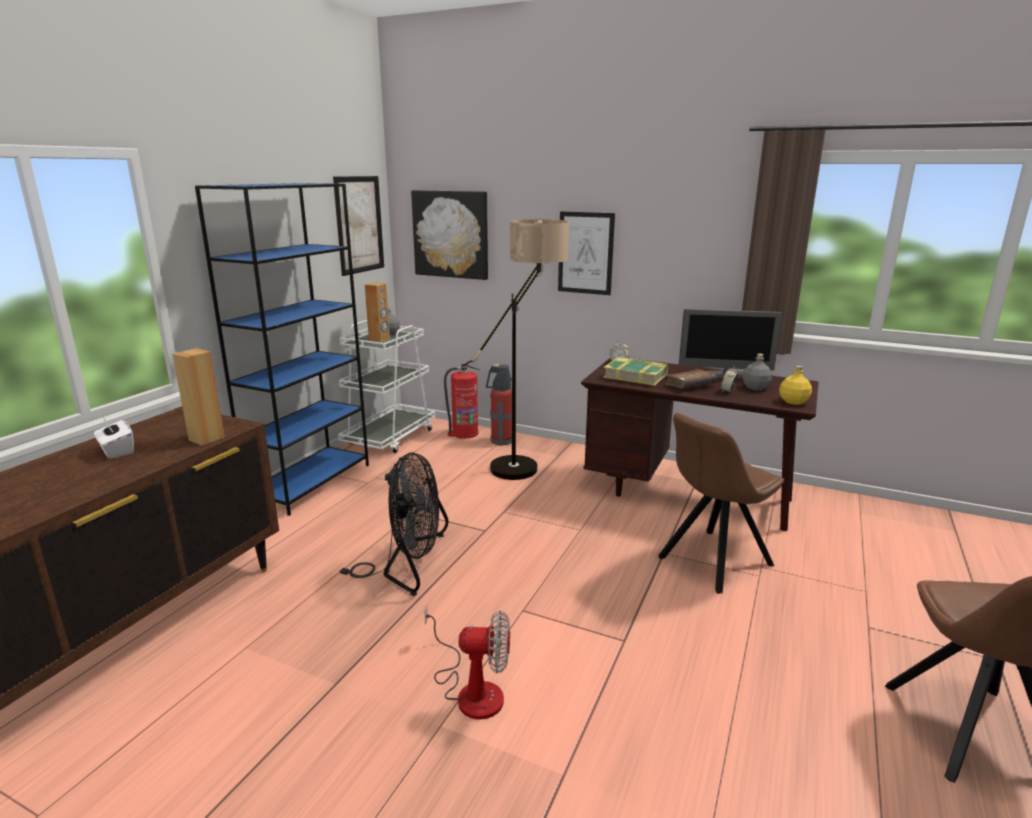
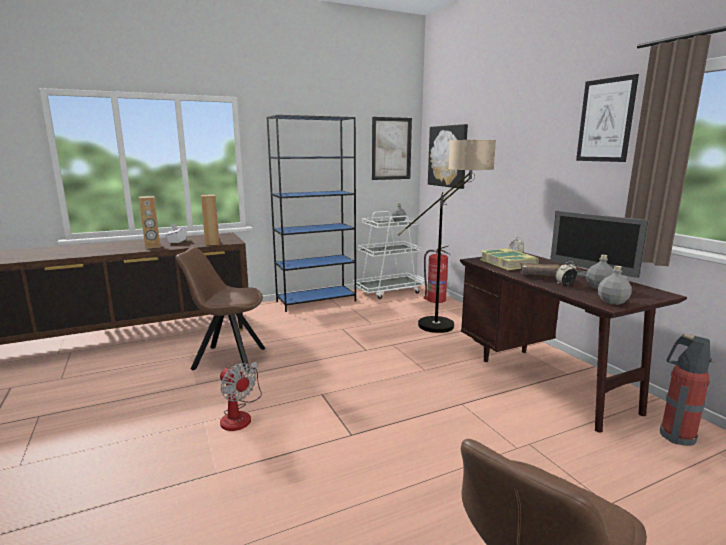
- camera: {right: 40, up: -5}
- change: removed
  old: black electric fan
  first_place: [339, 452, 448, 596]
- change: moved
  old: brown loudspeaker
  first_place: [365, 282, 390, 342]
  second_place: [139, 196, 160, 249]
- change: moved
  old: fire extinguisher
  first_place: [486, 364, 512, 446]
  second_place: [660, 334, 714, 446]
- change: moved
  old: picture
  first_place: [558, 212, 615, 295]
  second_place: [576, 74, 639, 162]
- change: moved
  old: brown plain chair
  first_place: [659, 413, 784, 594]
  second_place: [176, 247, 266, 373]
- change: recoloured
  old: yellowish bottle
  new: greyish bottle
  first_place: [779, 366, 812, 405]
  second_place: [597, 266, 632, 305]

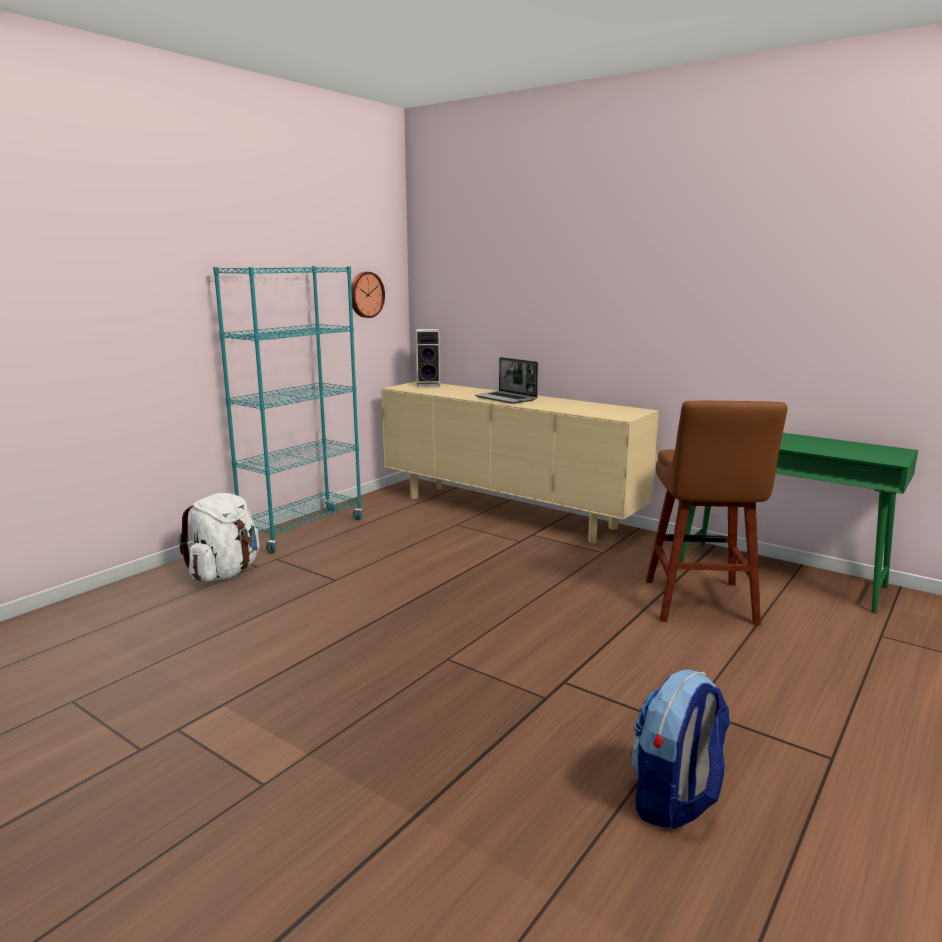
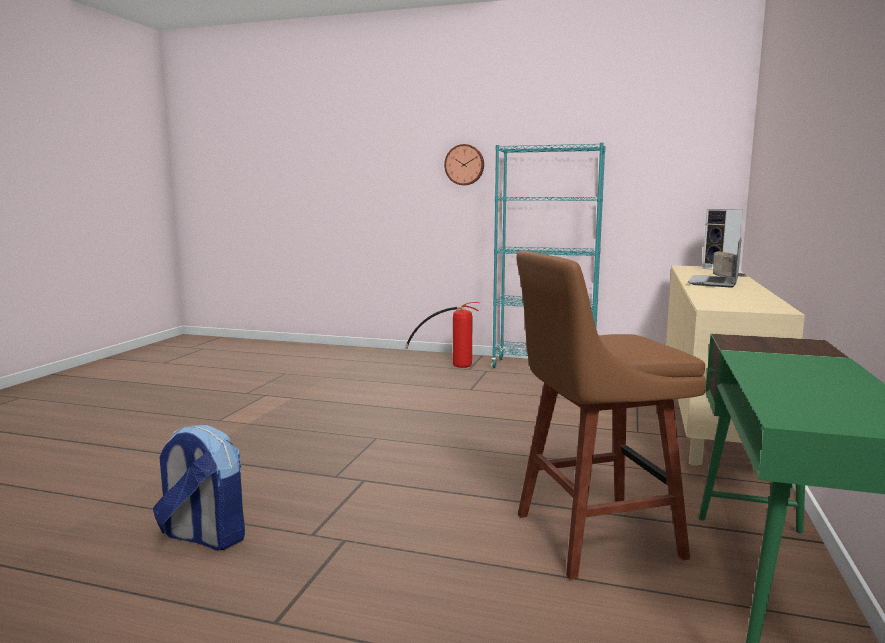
- camera: {right: 70, up: -5}
- change: replaced
  old: white-coloured rucksack
  new: fire extinguisher
  first_place: [179, 493, 260, 581]
  second_place: [405, 302, 479, 368]
- change: moved
  old: hanging clock
  first_place: [351, 272, 385, 318]
  second_place: [444, 144, 484, 185]
- change: added
  new: radio receiver
  second_place: [713, 251, 748, 277]

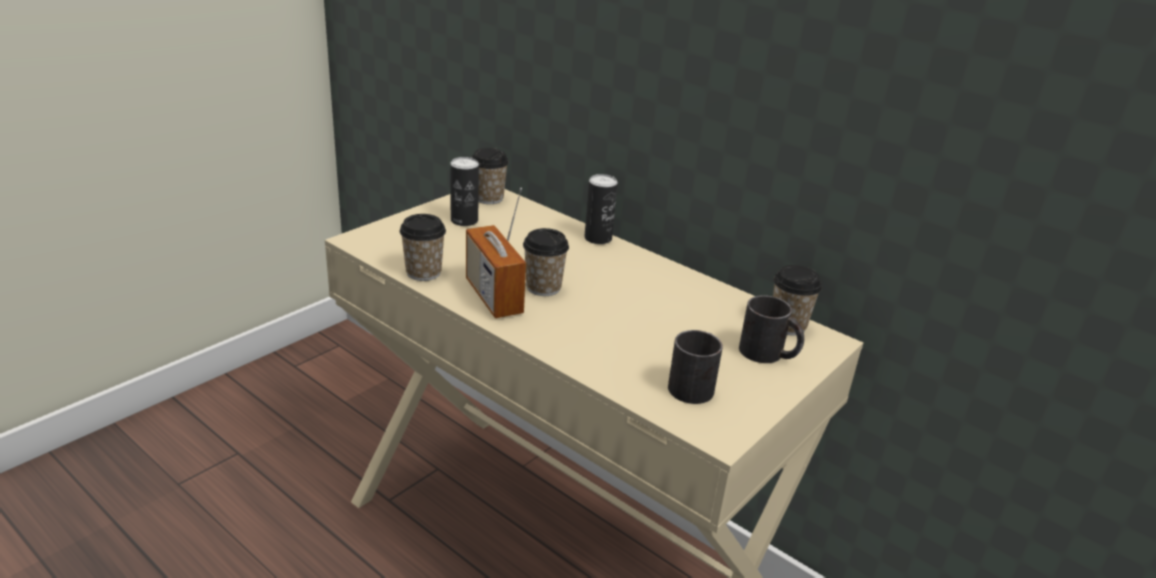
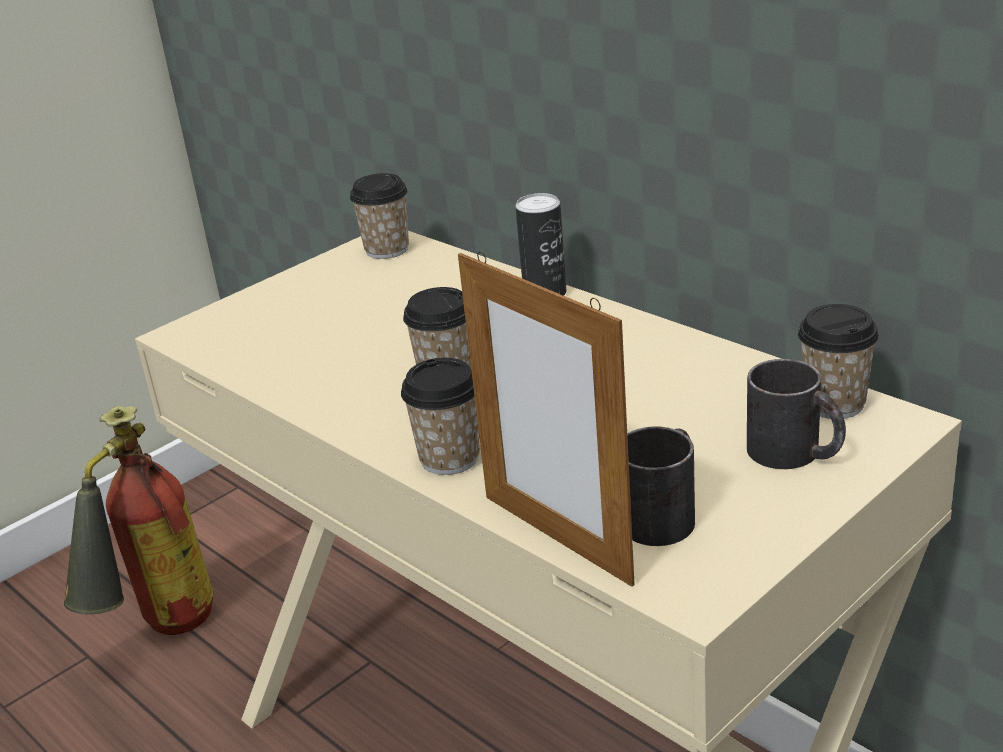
- camera: {right: 10, up: 0}
- change: moved
  old: small cup
  first_place: [400, 214, 446, 281]
  second_place: [401, 358, 480, 475]
- change: removed
  old: can
  first_place: [450, 157, 479, 226]
- change: removed
  old: radio receiver
  first_place: [466, 188, 526, 318]
- change: added
  new: fire extinguisher
  second_place: [64, 406, 213, 635]
- change: added
  new: standing frame
  second_place: [458, 251, 635, 587]

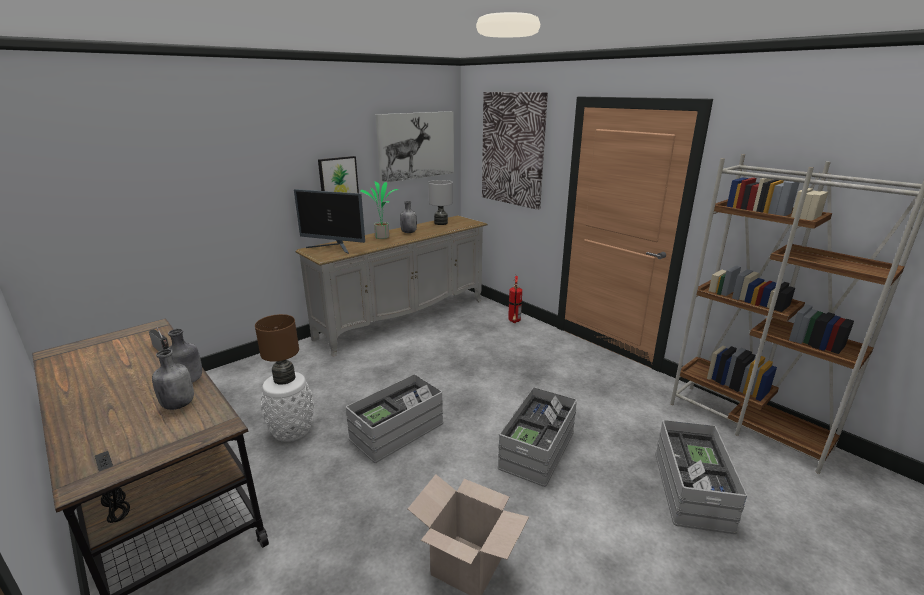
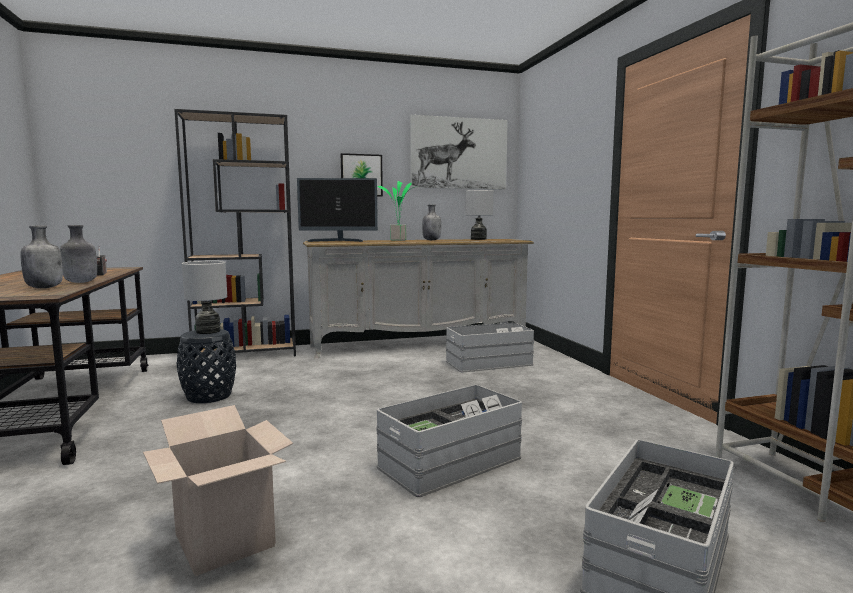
- camera: {right: 25, up: -15}
- change: recoloured
  old: brown lamp for a table
  new: greyish lamp for a table
  first_place: [255, 314, 299, 385]
  second_place: [182, 261, 227, 334]
- change: recoloured
  old: white-coloured stool
  new: black stool
  first_place: [261, 372, 314, 442]
  second_place: [177, 329, 236, 403]
- change: turned
  old: computer display
  first_place: [294, 189, 365, 254]
  second_place: [297, 178, 378, 242]
  degrees: -45
- change: moved
  old: greyish storage container
  first_place: [346, 374, 443, 463]
  second_place: [446, 322, 534, 373]
- change: removed
  old: picture
  first_place: [482, 92, 548, 210]
- change: removed
  old: fire extinguisher
  first_place: [508, 276, 522, 323]
- change: added
  new: bookshelf
  second_place: [174, 109, 296, 356]

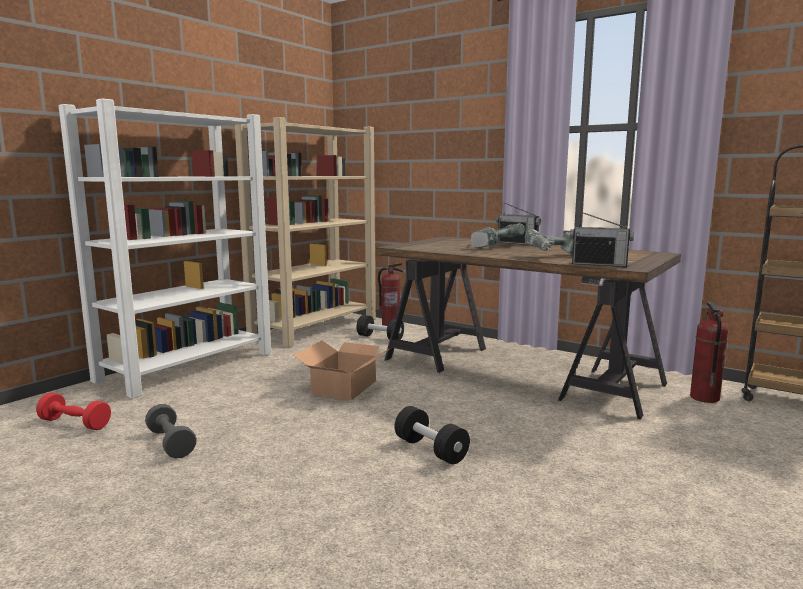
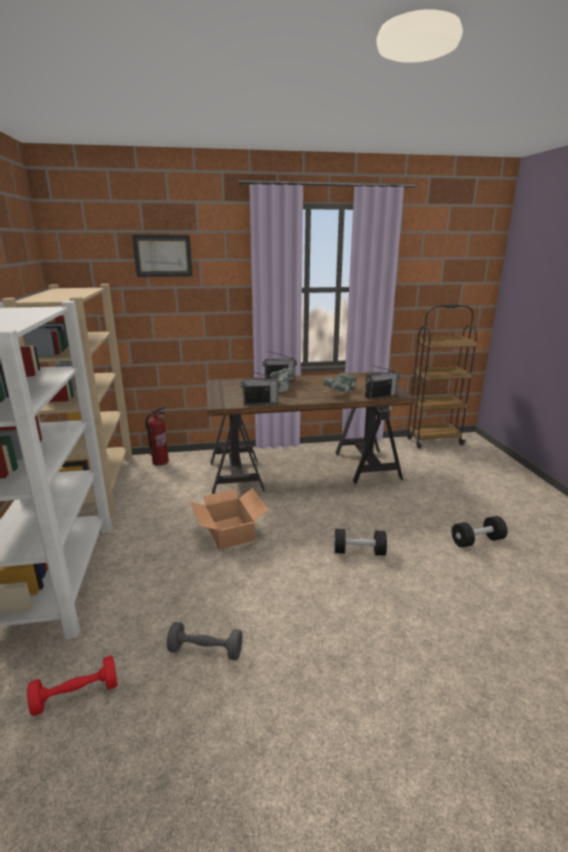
- camera: {right: -45, up: 10}
- change: moved
  old: black free weight
  first_place: [357, 315, 404, 340]
  second_place: [452, 516, 508, 548]
- change: removed
  old: fire extinguisher
  first_place: [690, 302, 728, 403]
- change: added
  new: picture
  second_place: [132, 235, 193, 277]
- change: added
  new: radio receiver
  second_place: [240, 370, 281, 405]

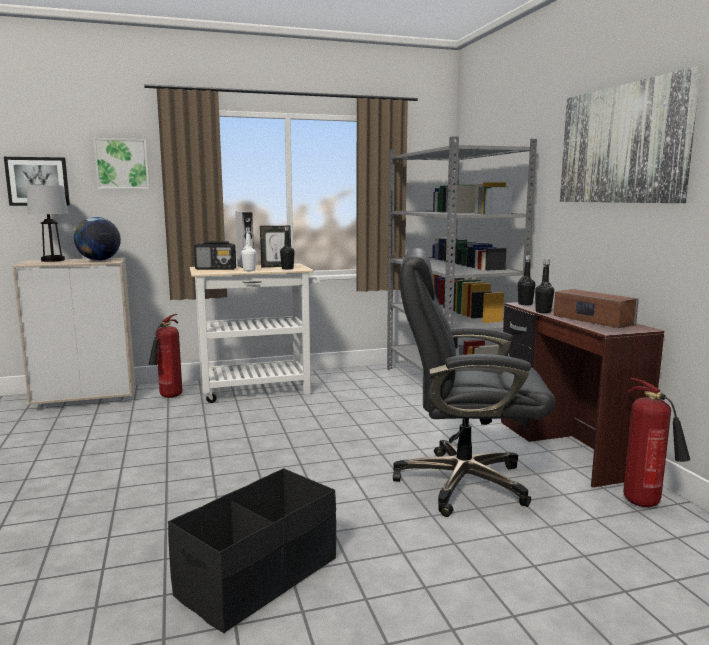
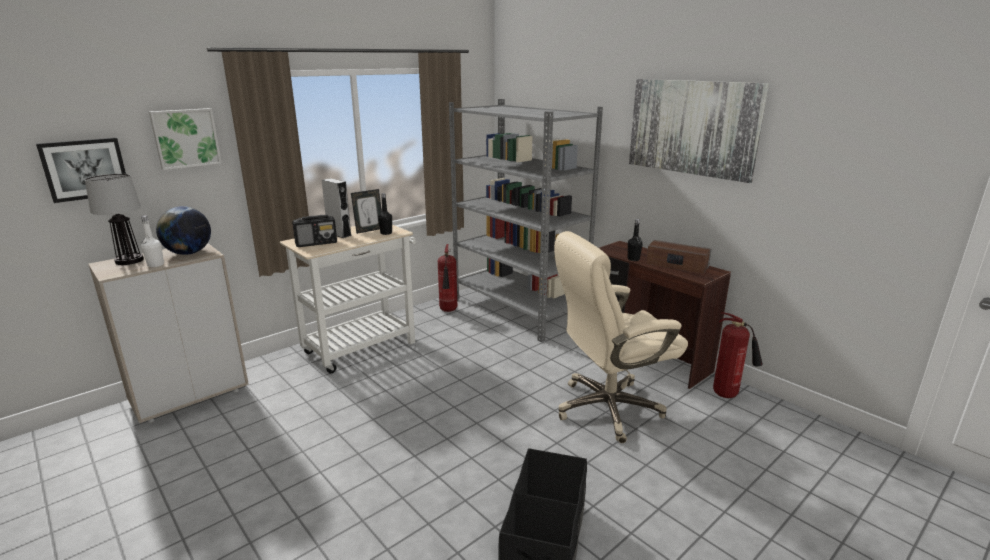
- camera: {right: -25, up: 10}
- change: moved
  old: fire extinguisher
  first_place: [148, 314, 182, 398]
  second_place: [438, 244, 457, 312]
- change: moved
  old: white-coloured bottle
  first_place: [241, 227, 256, 271]
  second_place: [141, 216, 164, 267]
- change: recoloured
  old: black computer chair
  new: beige-coloured computer chair
  first_place: [393, 248, 556, 517]
  second_place: [554, 231, 688, 443]
- change: removed
  old: black bottle
  first_place: [518, 255, 535, 305]

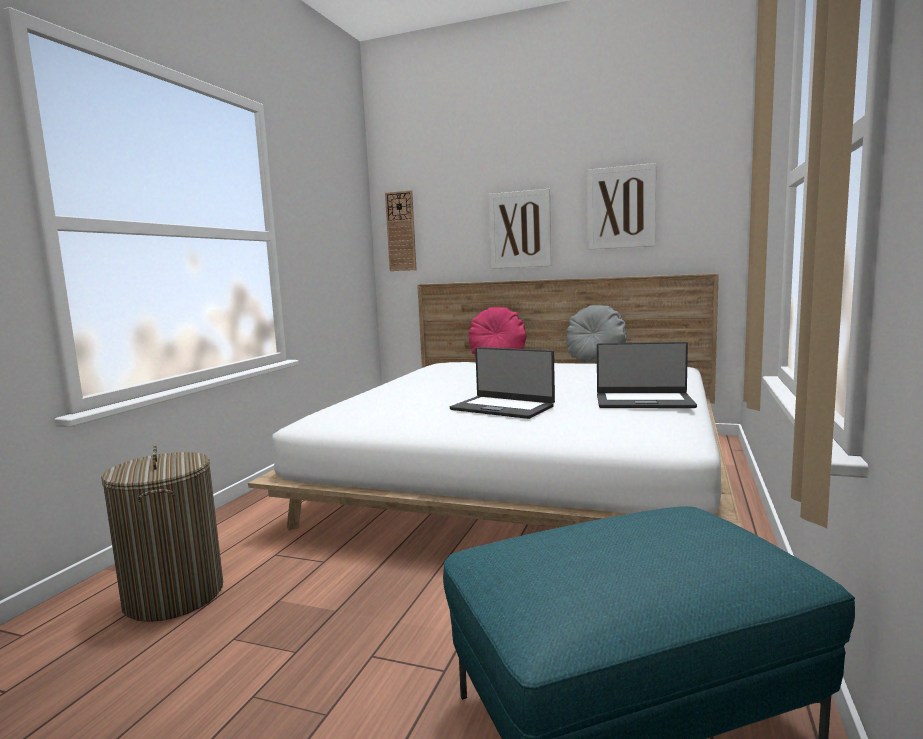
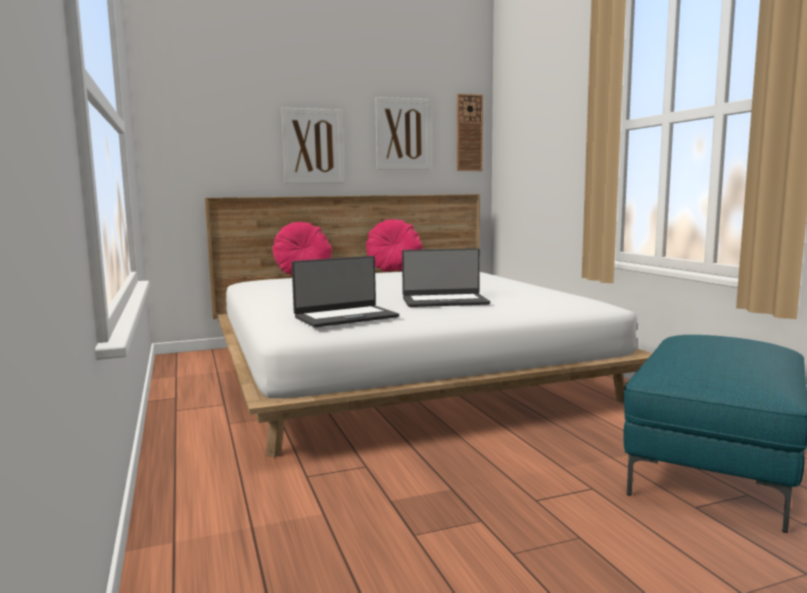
- camera: {right: -40, up: 0}
- change: removed
  old: hamper
  first_place: [101, 445, 223, 622]
- change: moved
  old: hanging clock
  first_place: [385, 190, 417, 271]
  second_place: [457, 94, 483, 171]
- change: recoloured
  old: greyish cushion
  new: pink cushion
  first_place: [566, 305, 627, 362]
  second_place: [366, 219, 422, 272]
- change: moved
  old: portable computer
  first_place: [597, 342, 697, 408]
  second_place: [292, 256, 399, 327]

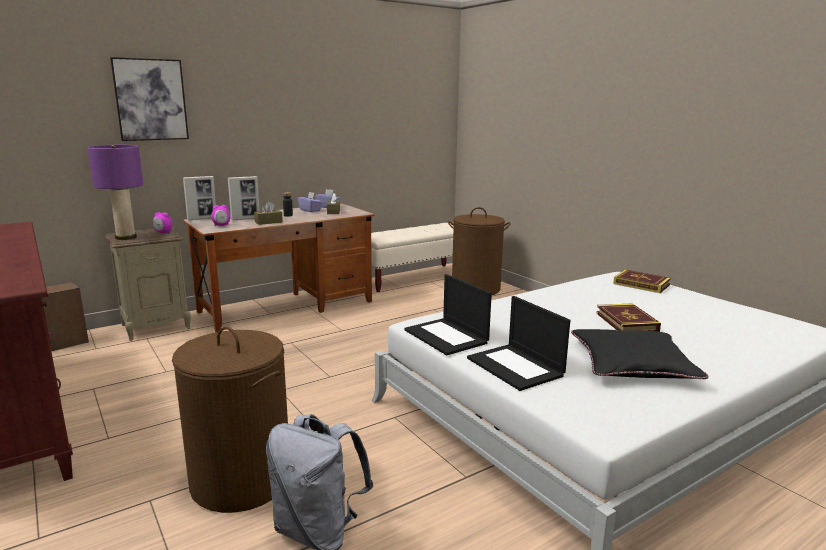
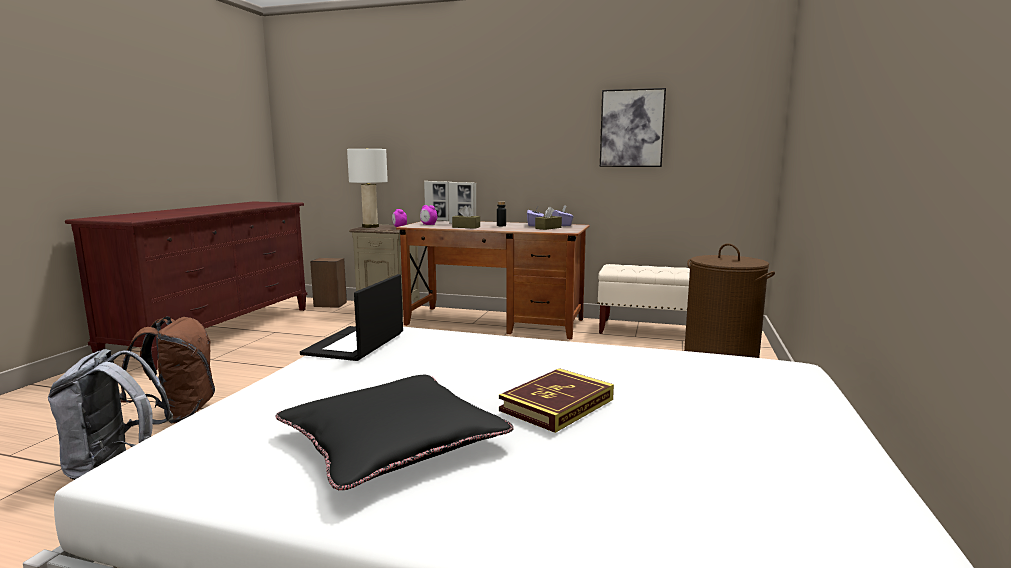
- camera: {right: 50, up: -5}
- change: recoloured
  old: purple lamp for a table
  new: white-coloured lamp for a table
  first_place: [87, 145, 143, 240]
  second_place: [347, 148, 388, 228]
- change: moved
  old: picture
  first_place: [110, 57, 189, 141]
  second_place: [600, 88, 666, 167]
- change: replaced
  old: brown hamper
  new: brown rucksack
  first_place: [172, 326, 288, 513]
  second_place: [120, 317, 215, 423]
- change: removed
  old: portable computer
  first_place: [467, 296, 570, 391]
- change: removed
  old: volume
  first_place: [613, 270, 671, 293]

